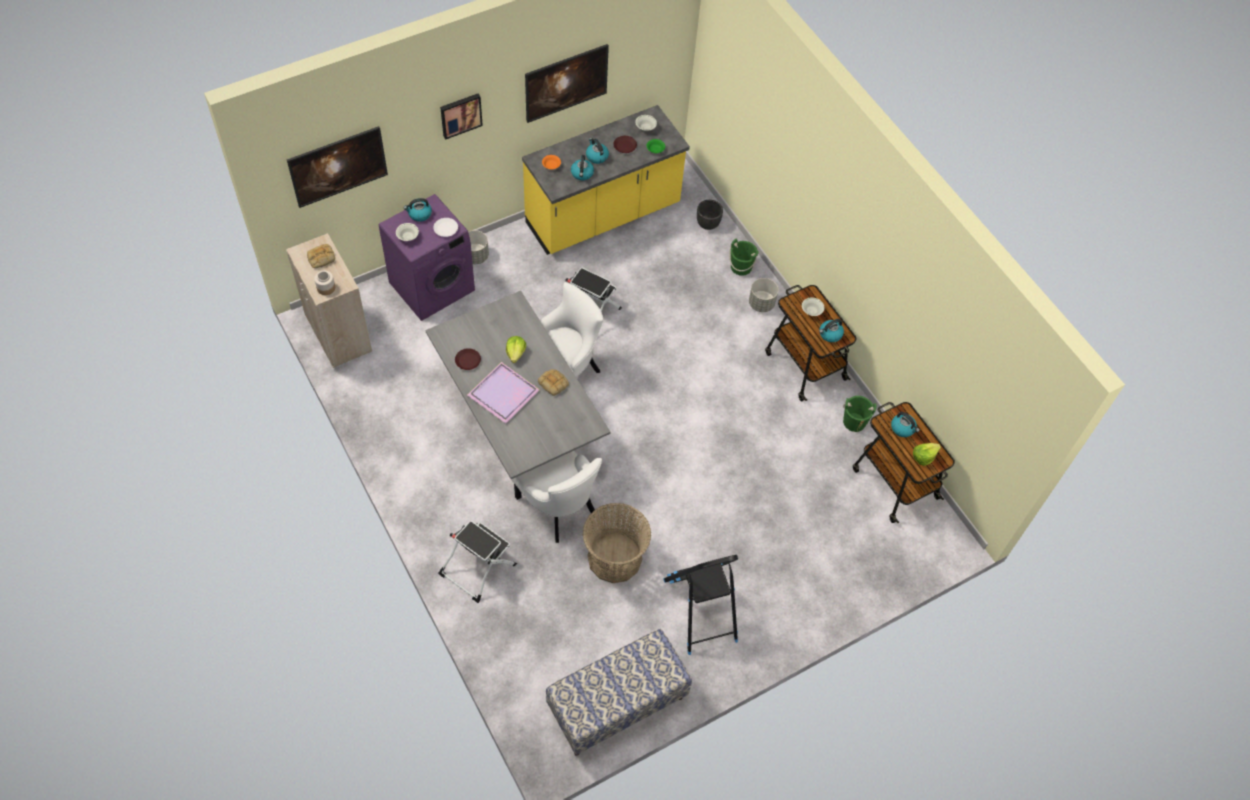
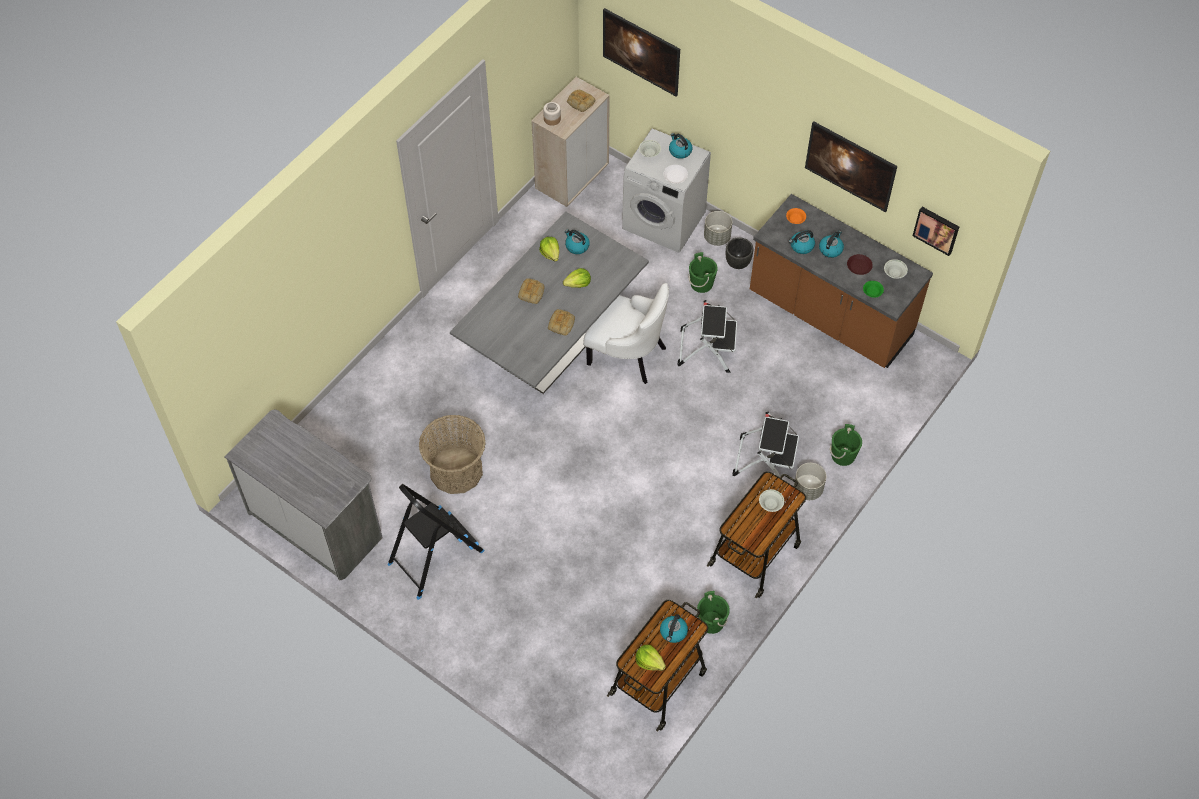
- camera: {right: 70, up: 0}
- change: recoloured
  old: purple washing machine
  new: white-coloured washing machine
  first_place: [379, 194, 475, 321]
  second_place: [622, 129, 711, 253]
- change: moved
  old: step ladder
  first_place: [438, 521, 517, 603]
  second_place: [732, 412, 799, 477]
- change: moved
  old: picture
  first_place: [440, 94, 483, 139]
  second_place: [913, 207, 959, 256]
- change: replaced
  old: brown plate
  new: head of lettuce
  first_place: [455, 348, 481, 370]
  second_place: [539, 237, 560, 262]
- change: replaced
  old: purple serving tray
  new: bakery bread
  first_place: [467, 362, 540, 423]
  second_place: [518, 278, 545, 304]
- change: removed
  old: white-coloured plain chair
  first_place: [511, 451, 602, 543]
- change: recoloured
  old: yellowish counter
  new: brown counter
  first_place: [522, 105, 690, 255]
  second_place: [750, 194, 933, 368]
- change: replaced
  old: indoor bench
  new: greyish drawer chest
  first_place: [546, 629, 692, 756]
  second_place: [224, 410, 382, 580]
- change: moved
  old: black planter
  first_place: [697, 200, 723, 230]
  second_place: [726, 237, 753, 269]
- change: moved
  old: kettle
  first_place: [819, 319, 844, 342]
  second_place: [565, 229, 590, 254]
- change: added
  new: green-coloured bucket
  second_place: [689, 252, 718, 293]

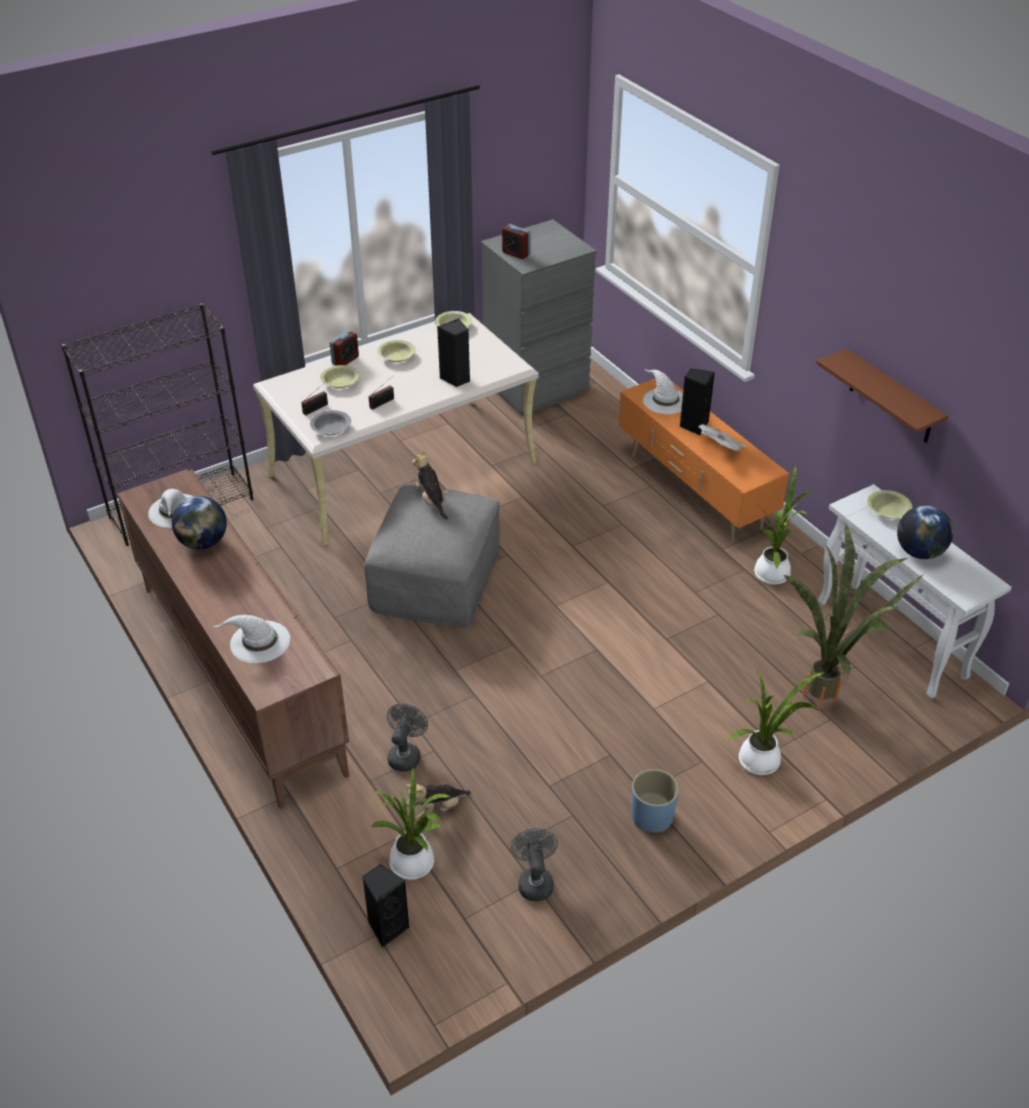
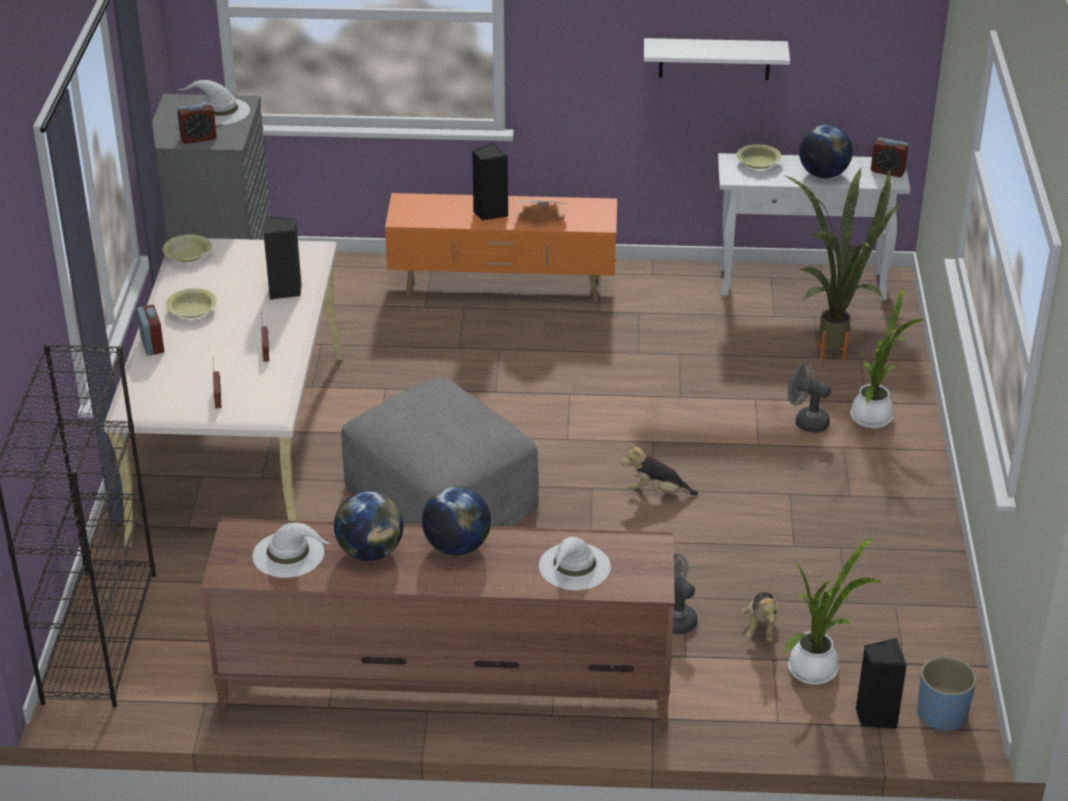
- camera: {right: -55, up: -5}
- change: removed
  old: greyish deep dish
  first_place: [310, 410, 351, 435]
- change: removed
  old: yellowish deep dish
  first_place: [320, 365, 359, 388]
- change: moved
  old: soft toy
  first_place: [412, 449, 448, 520]
  second_place: [622, 443, 698, 495]
- change: moved
  old: greyish electric fan
  first_place: [511, 828, 558, 901]
  second_place: [787, 362, 831, 433]
- change: moved
  old: blue-coloured planter
  first_place: [631, 769, 679, 832]
  second_place: [917, 656, 977, 733]
- change: moved
  old: white-coloured hat
  first_place: [643, 369, 683, 414]
  second_place: [179, 80, 250, 125]
- change: removed
  old: houseplant
  first_place: [754, 465, 815, 585]
- change: recoloured
  old: brown wall shelf
  new: white-coloured wall shelf
  first_place: [816, 348, 948, 443]
  second_place: [644, 38, 790, 80]
- change: added
  new: globe
  second_place: [422, 486, 491, 555]
- change: added
  new: table clock
  second_place: [871, 137, 909, 177]

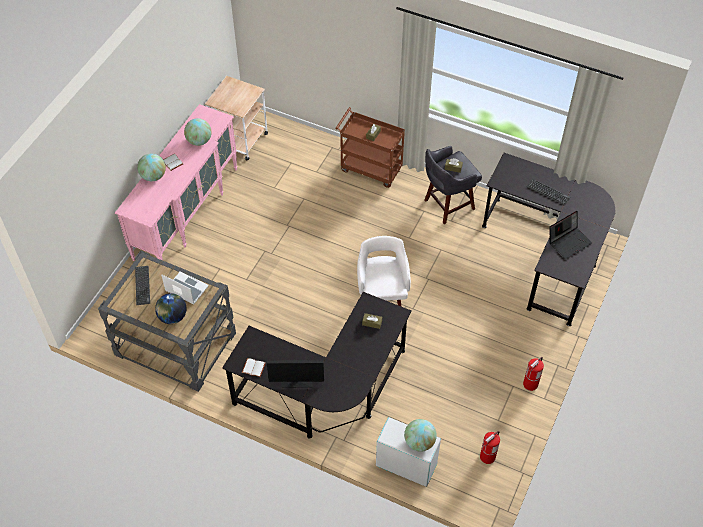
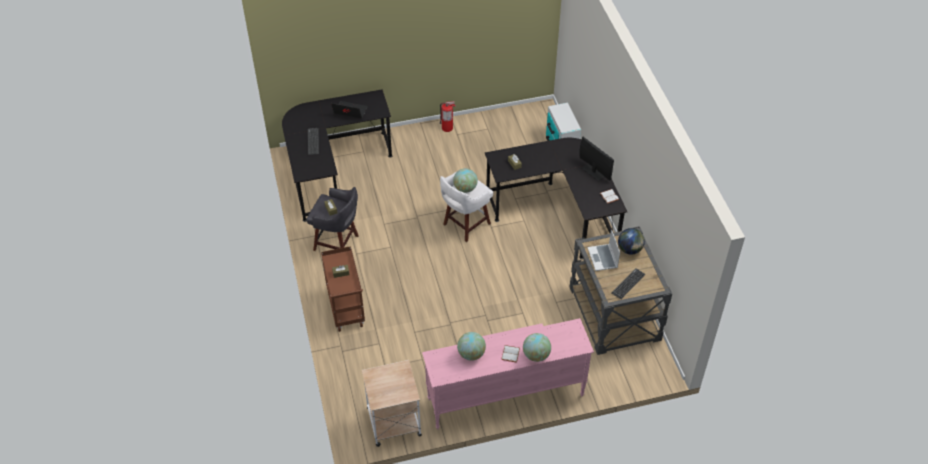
- camera: {right: -130, up: -5}
- change: moved
  old: globe
  first_place: [404, 419, 437, 452]
  second_place: [453, 168, 478, 193]
- change: removed
  old: fire extinguisher
  first_place: [480, 431, 500, 464]

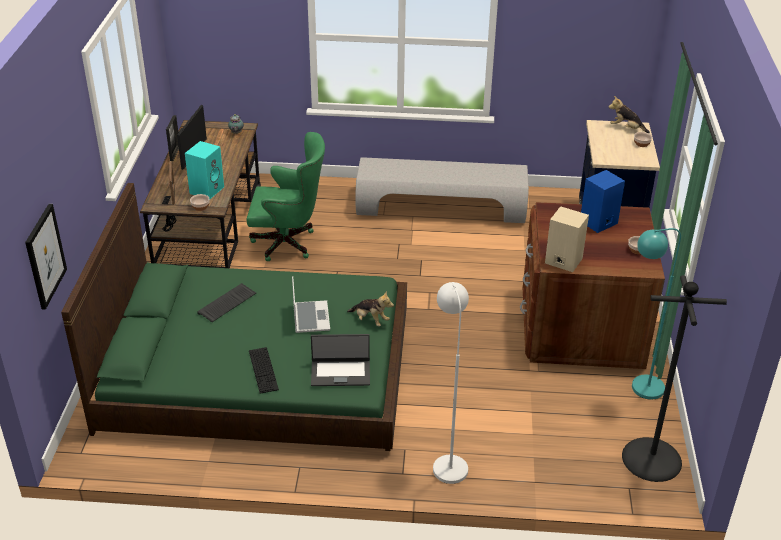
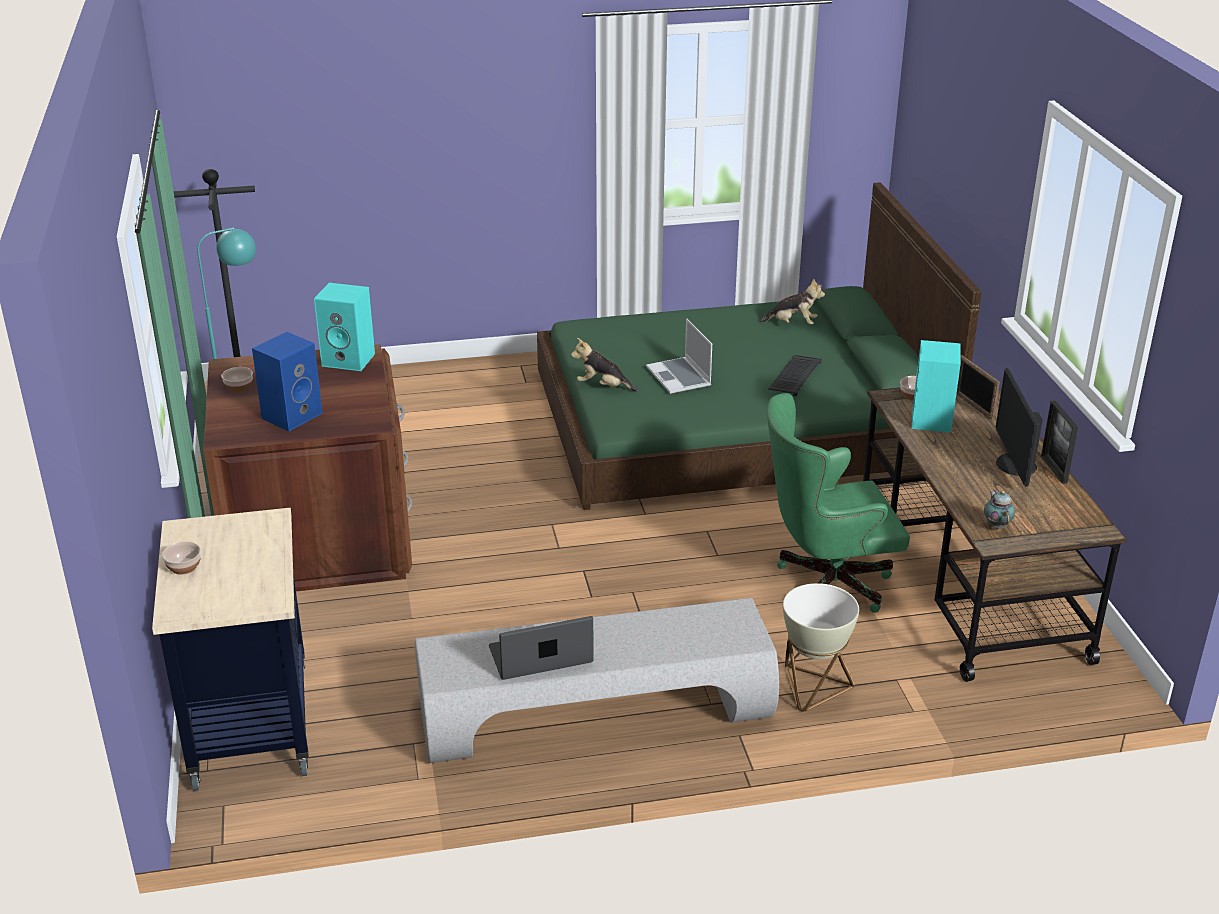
- camera: {right: 165, up: -5}
- change: removed
  old: picture
  first_place: [25, 204, 67, 310]
- change: removed
  old: keyboard
  first_place: [249, 347, 279, 393]
- change: moved
  old: portable computer
  first_place: [311, 334, 370, 386]
  second_place: [489, 616, 594, 680]
- change: removed
  old: white-coloured standing lamp
  first_place: [433, 282, 469, 484]
- change: recoloured
  old: beige-coloured loudspeaker
  new: turquoise loudspeaker
  first_place: [545, 206, 589, 272]
  second_place: [314, 283, 375, 371]
- change: moved
  old: soft toy
  first_place: [609, 96, 650, 133]
  second_place: [760, 278, 825, 324]
- change: added
  new: planter
  second_place: [783, 583, 859, 711]

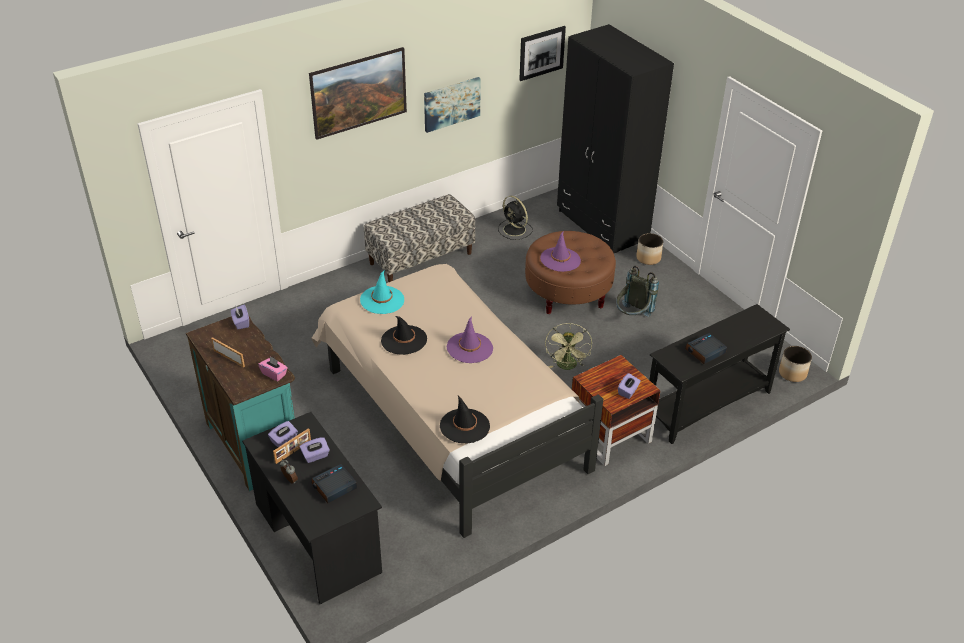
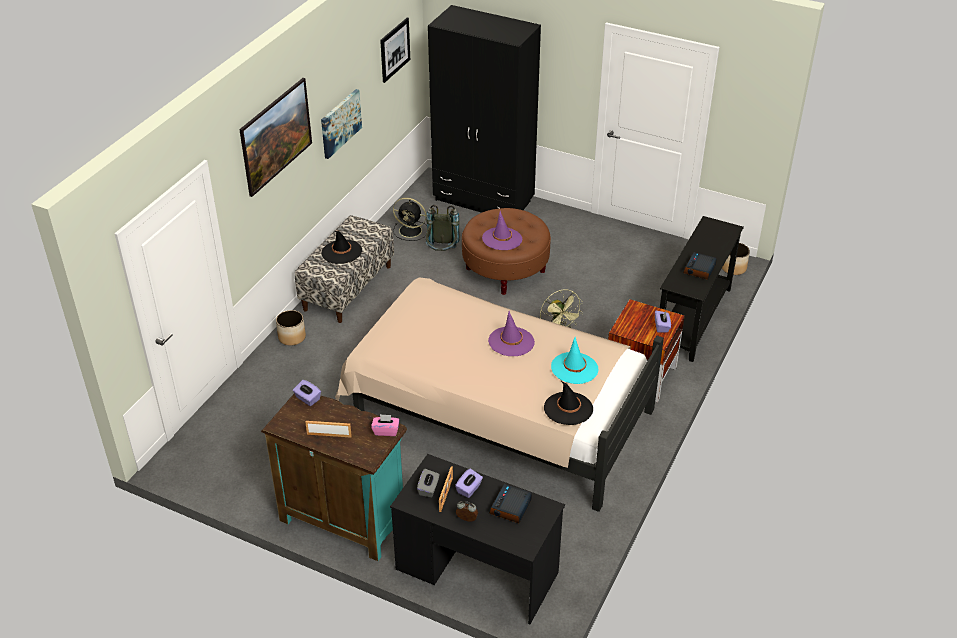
- camera: {right: -30, up: 0}
- change: recoloured
  old: purple tissue holder
  new: greyish tissue holder
  first_place: [268, 421, 298, 447]
  second_place: [417, 469, 440, 498]
- change: moved
  old: turquoise hat
  first_place: [360, 270, 404, 314]
  second_place: [551, 336, 599, 384]
- change: moved
  old: black hat
  first_place: [381, 316, 427, 355]
  second_place: [321, 231, 362, 264]
- change: moved
  old: greyish rucksack
  first_place: [616, 266, 659, 317]
  second_place: [426, 205, 459, 251]
- change: moved
  old: planter
  first_place: [636, 233, 663, 265]
  second_place: [276, 310, 306, 346]

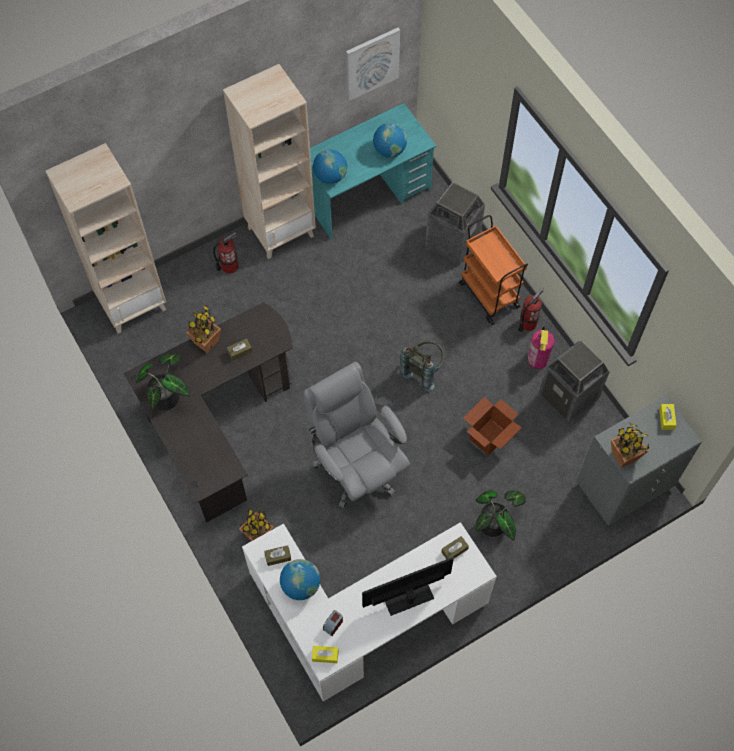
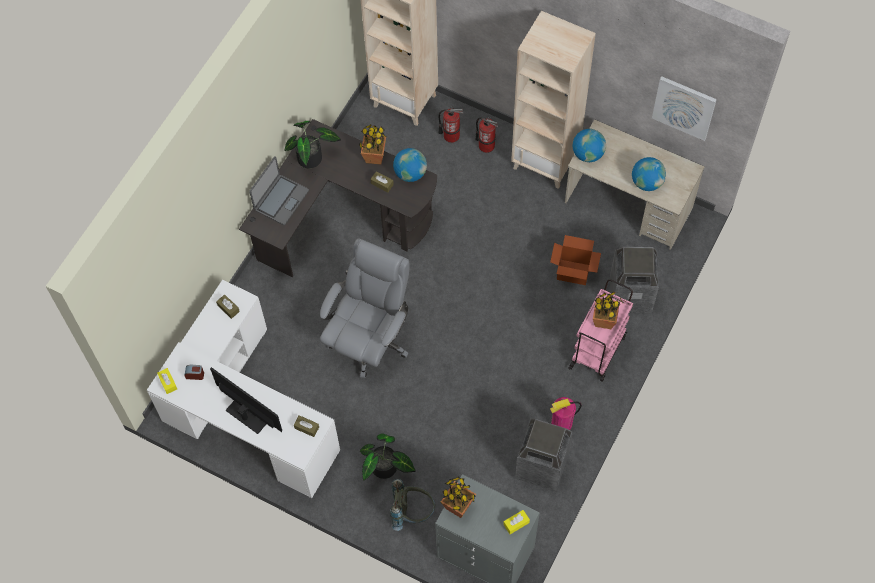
- camera: {right: 60, up: 0}
- change: moved
  old: houseplant
  first_place: [239, 508, 274, 541]
  second_place: [593, 292, 623, 329]
- change: moved
  old: globe
  first_place: [280, 559, 320, 600]
  second_place: [393, 148, 427, 182]
- change: recoloured
  old: turquoise desk table
  new: beige-coloured desk table
  first_place: [310, 103, 436, 239]
  second_place: [565, 119, 705, 250]
- change: moved
  old: greyish rucksack
  first_place: [400, 341, 445, 391]
  second_place: [390, 479, 435, 531]
- change: recoloured
  old: orangey cart
  new: pink cart
  first_place: [459, 215, 528, 325]
  second_place: [568, 279, 633, 382]
- change: moved
  old: packing box
  first_place: [463, 397, 522, 455]
  second_place: [550, 235, 601, 285]
- change: moved
  old: fire extinguisher
  first_place: [518, 287, 544, 332]
  second_place: [439, 106, 464, 143]
- change: added
  new: portable computer
  second_place: [249, 156, 309, 225]

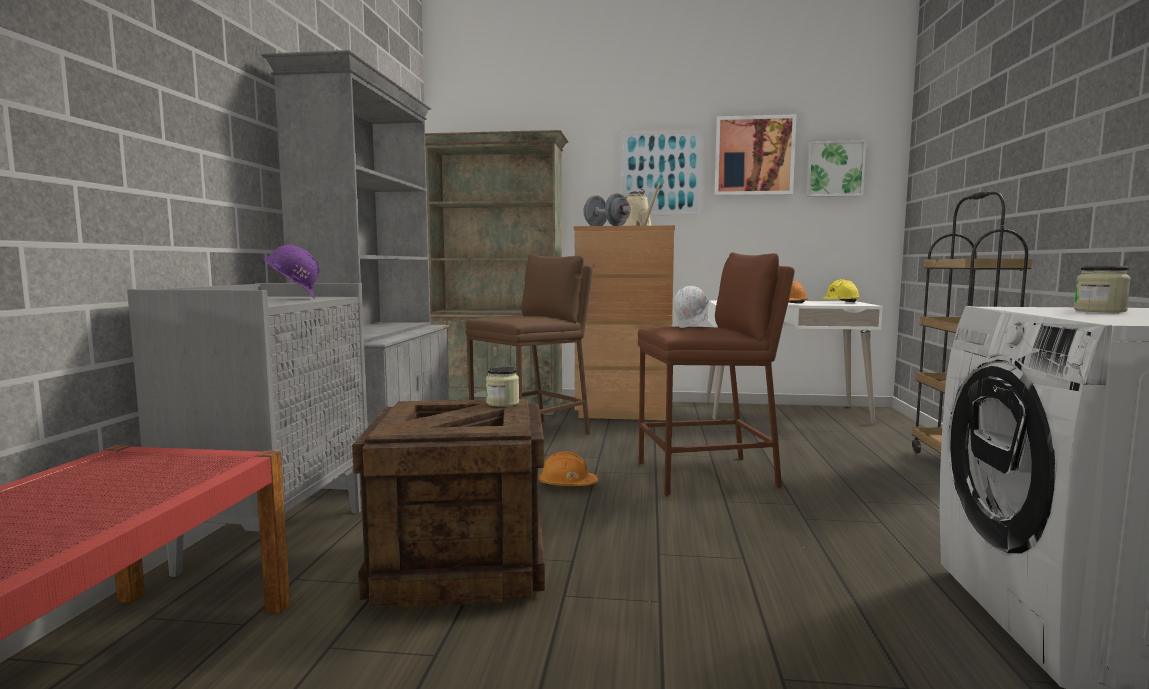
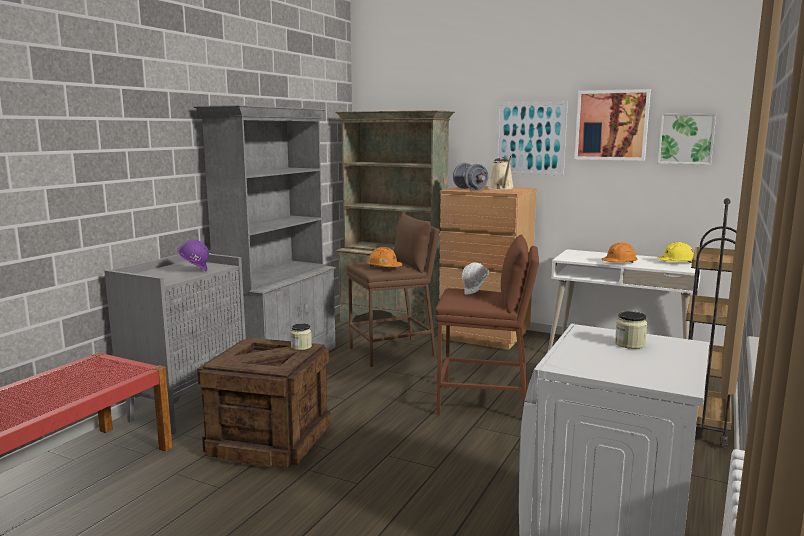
- camera: {right: 20, up: 5}
- change: moved
  old: orangey work helmet
  first_place: [539, 451, 598, 486]
  second_place: [367, 247, 403, 267]

